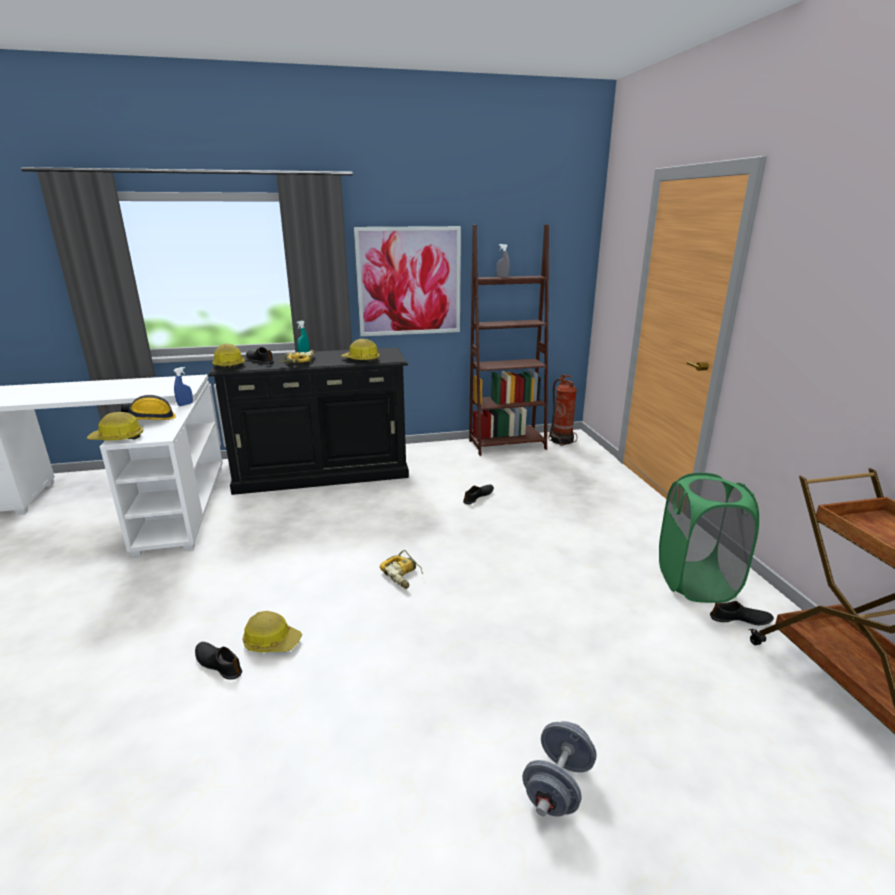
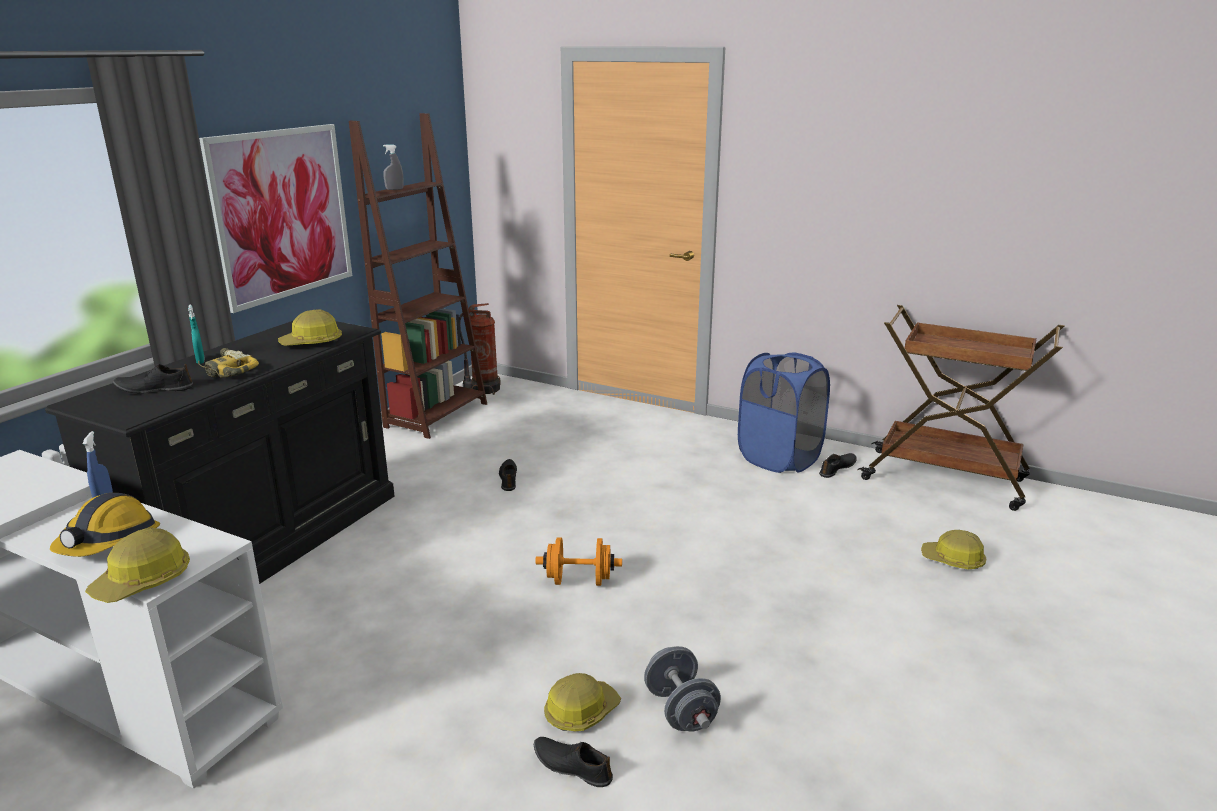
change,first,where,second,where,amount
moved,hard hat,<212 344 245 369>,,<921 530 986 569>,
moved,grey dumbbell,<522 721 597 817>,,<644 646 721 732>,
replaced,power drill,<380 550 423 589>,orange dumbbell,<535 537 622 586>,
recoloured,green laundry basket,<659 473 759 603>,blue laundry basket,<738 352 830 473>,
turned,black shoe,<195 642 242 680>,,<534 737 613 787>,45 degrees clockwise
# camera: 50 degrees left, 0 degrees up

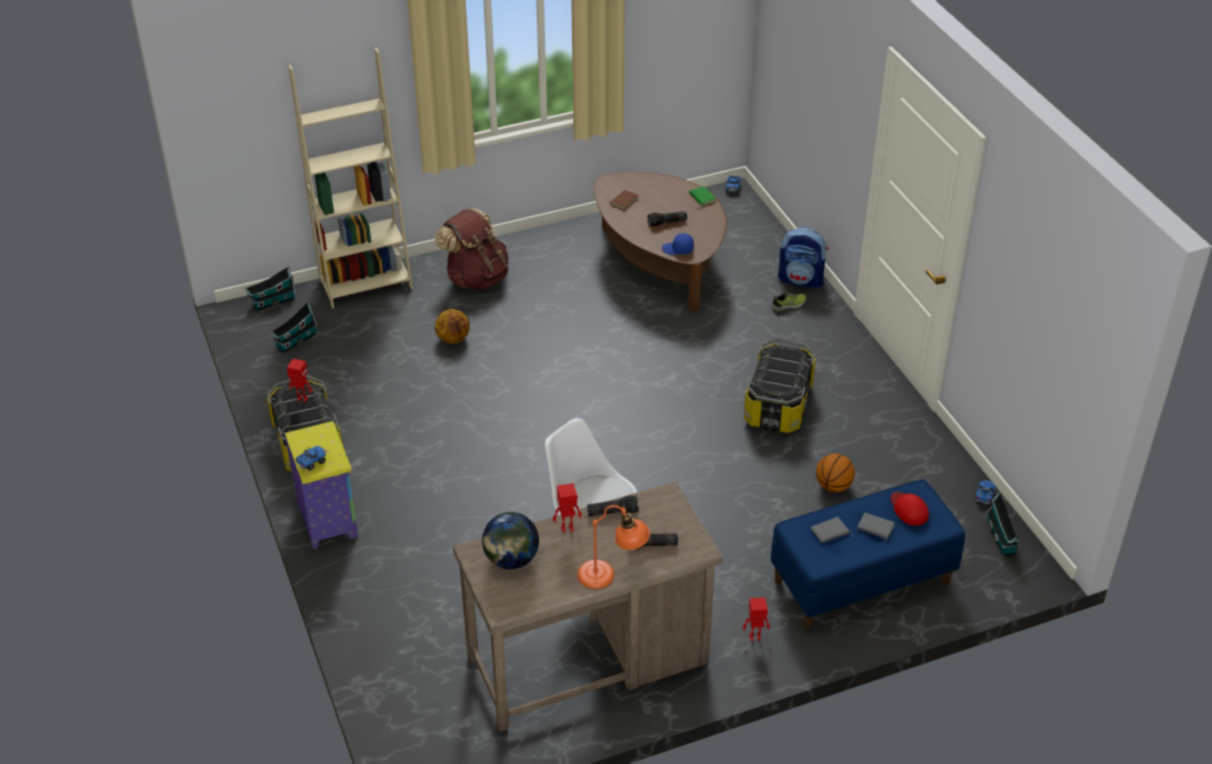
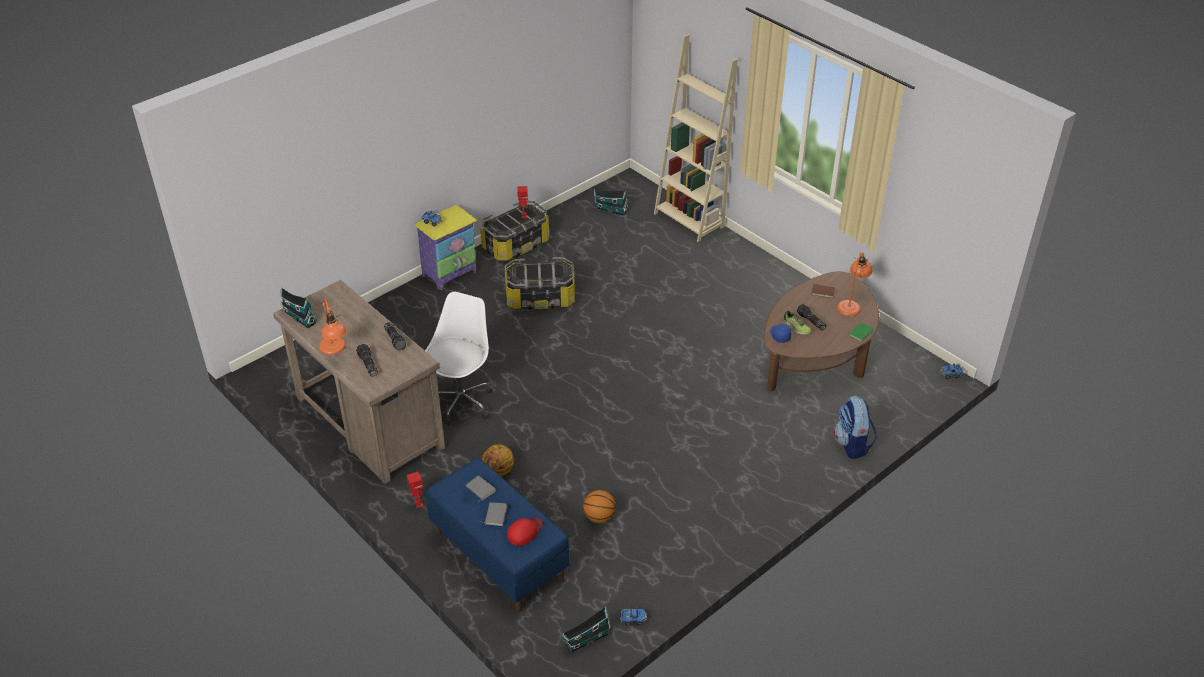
change,first,where,second,where,amount
removed,brown backpack,<434 208 509 289>,,,
removed,globe,<482 512 539 569>,,,
removed,toy robot,<552 483 582 533>,,,
added,,,orange table lamp,<837 252 873 316>,
moved,toy house,<245 267 295 311>,,<280 287 316 328>,
moved,basketball,<435 309 470 344>,,<482 445 514 476>,
moved,storage box,<744 339 816 433>,,<505 257 575 310>,
moved,shoe,<771 292 806 311>,,<782 311 811 335>,
# camera: 70 degrees right, 0 degrees up

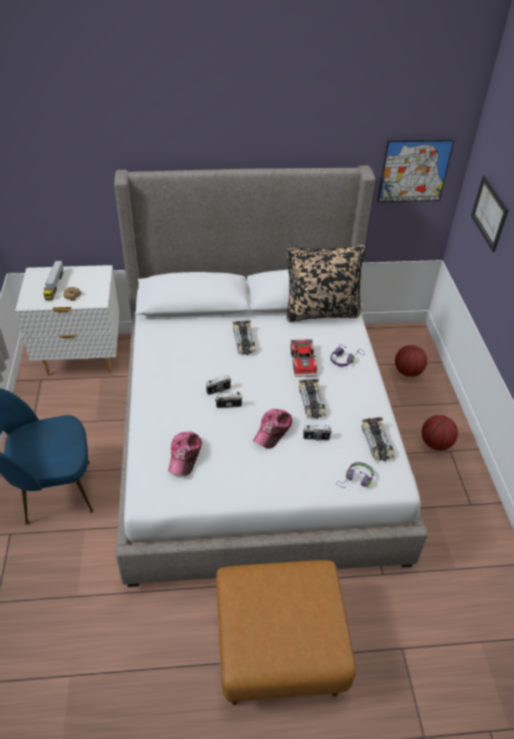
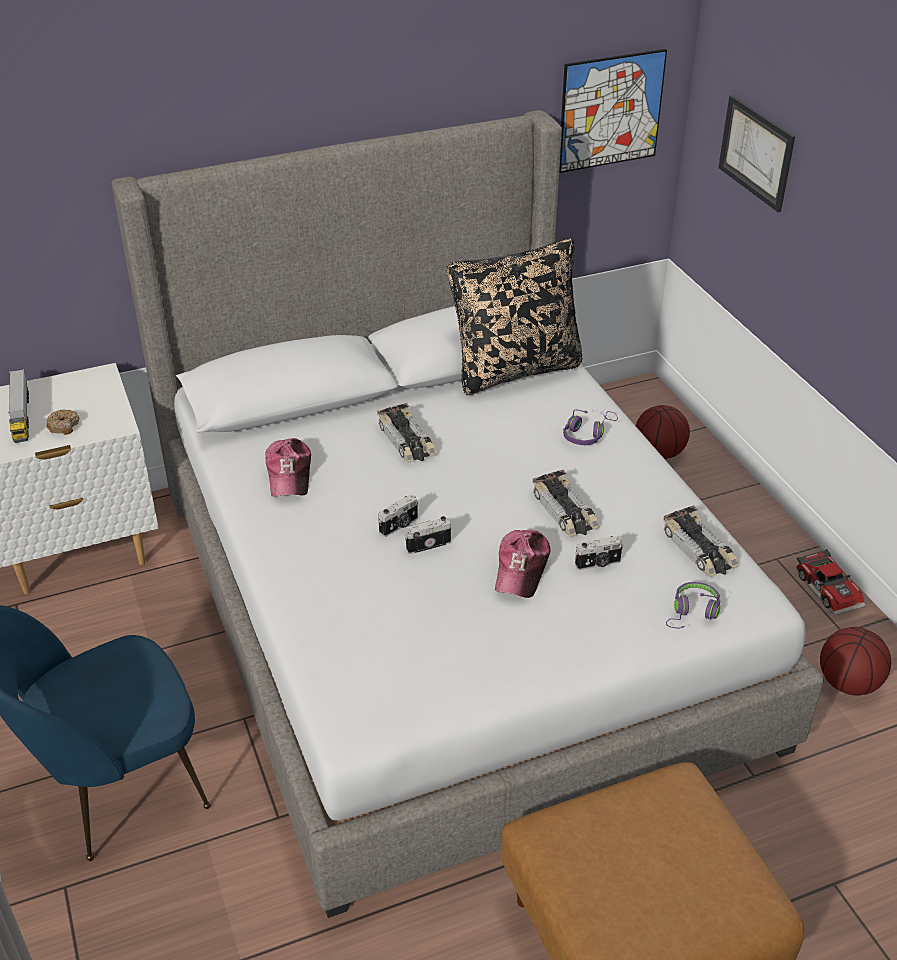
change,first,where,second,where,amount
moved,cap,<168 432 202 476>,,<265 438 311 497>,
moved,toy car,<290 339 317 377>,,<796 549 865 616>,
moved,basketball,<422 415 458 451>,,<820 627 891 696>,
# camera: 15 degrees left, 5 degrees down

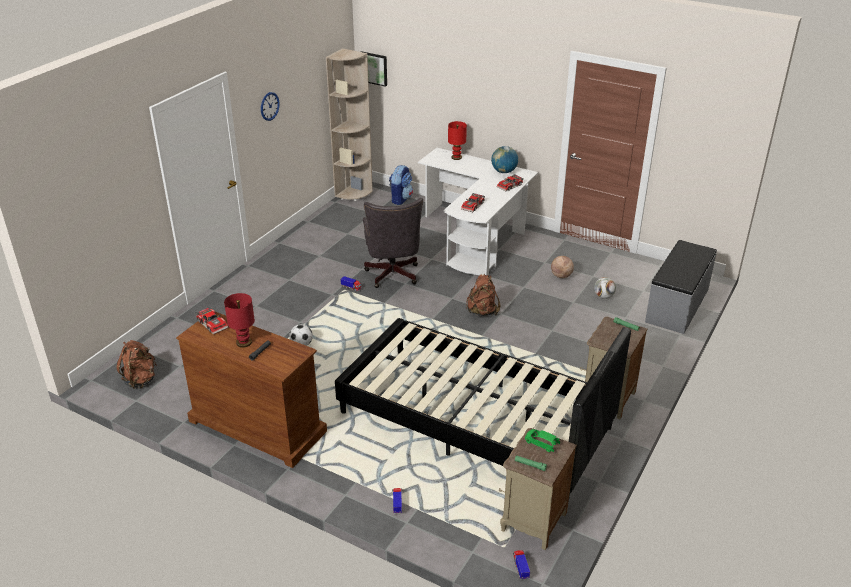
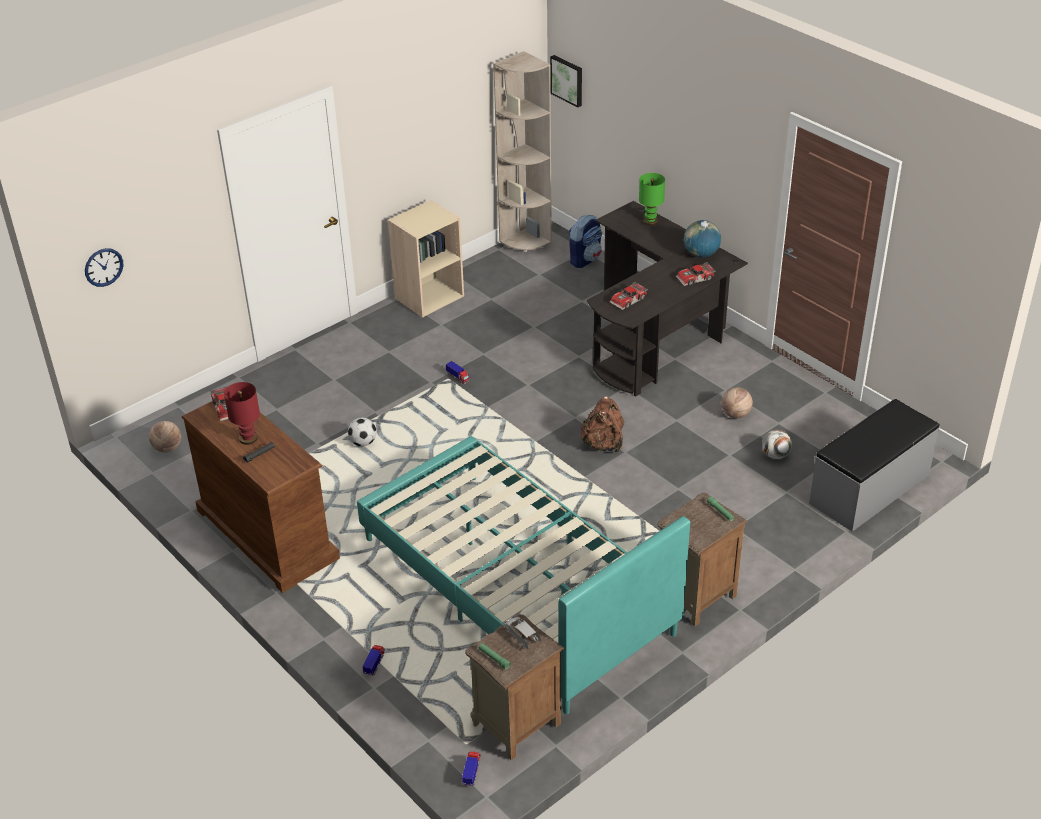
change,first,where,second,where,amount
removed,grey office chair,<363 198 423 288>,,,
added,,,beige bookcase,<388 200 464 318>,
moved,wall clock,<261 92 280 121>,,<85 248 123 287>,
replaced,brown backpack,<116 340 156 389>,basketball,<149 421 181 452>,
recoloured,black bed,<335 318 631 503>,turquoise bed,<357 436 690 714>,
recoloured,white desk,<418 148 538 276>,black desk,<587 201 748 397>,
recoloured,red table lamp,<448 121 467 160>,green table lamp,<639 173 665 225>,
recoloured,green toy car,<525 429 560 452>,grey toy car,<505 617 541 649>,
# camera: 20 degrees right, 5 degrees up

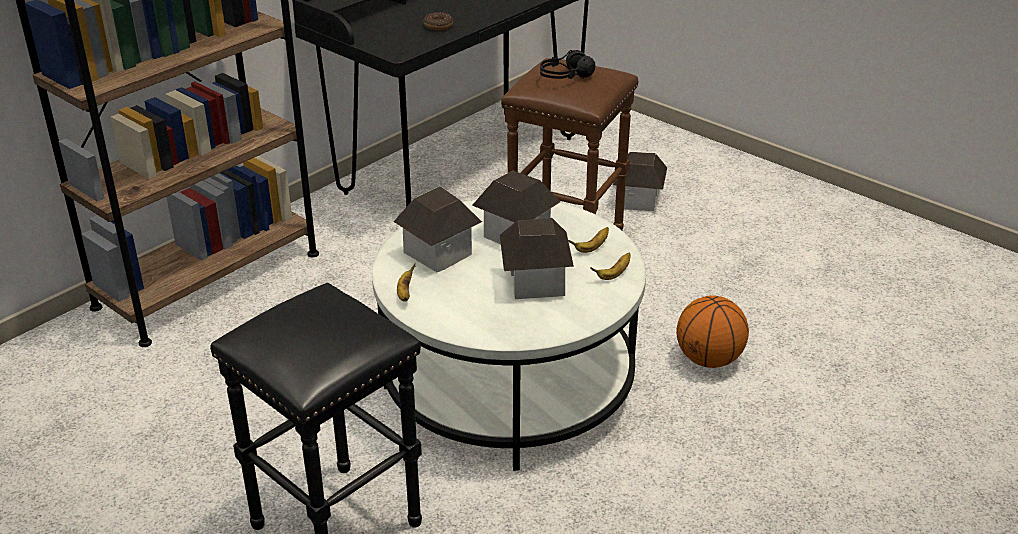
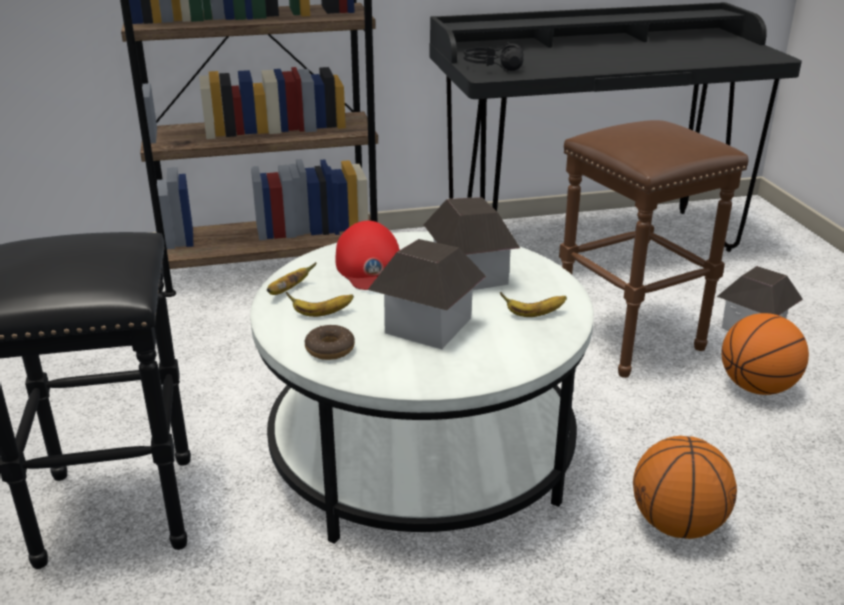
change,first,where,second,where,amount
added,,,basketball,<722 313 809 395>,
moved,donut,<424 12 453 31>,,<305 325 355 360>,
moved,black headphones,<540 50 596 79>,,<464 42 524 72>,
moved,banana,<590 253 631 280>,,<286 292 354 317>,
replaced,toy house,<393 186 482 272>,red cap,<335 221 400 290>,
# camera: 35 degrees right, 5 degrees down

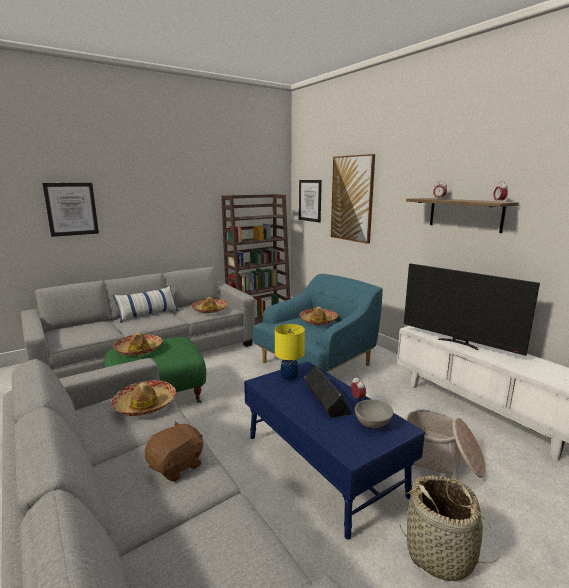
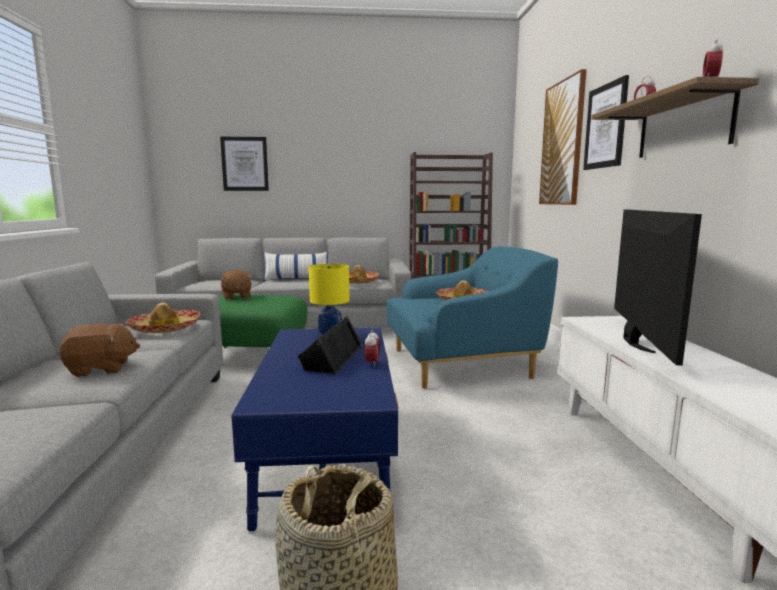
change,first,where,second,where,amount
removed,grey bowl,<355 399 393 428>,,,
removed,basket,<405 409 486 480>,,,
moved,picture,<299 180 322 223>,,<583 75 629 170>,
replaced,hat,<113 333 163 356>,brown plush toy,<220 270 253 300>,
turned,television,<404 263 540 356>,,<614 209 702 366>,150 degrees counterclockwise
# camera: 30 degrees right, 5 degrees down

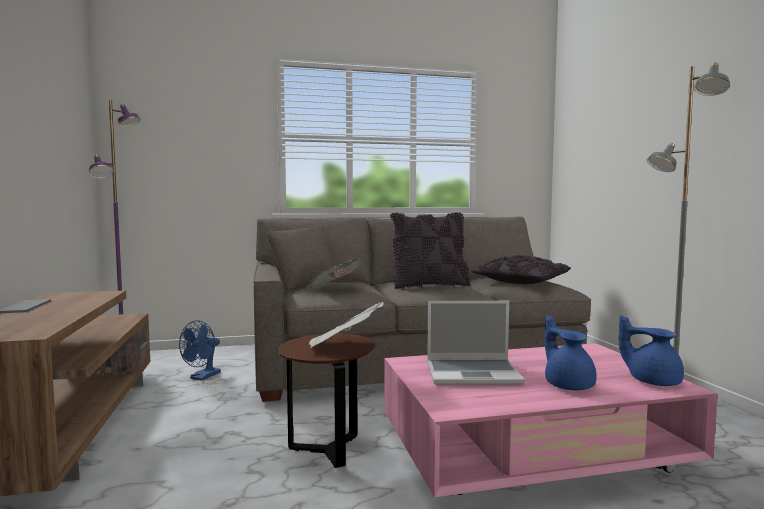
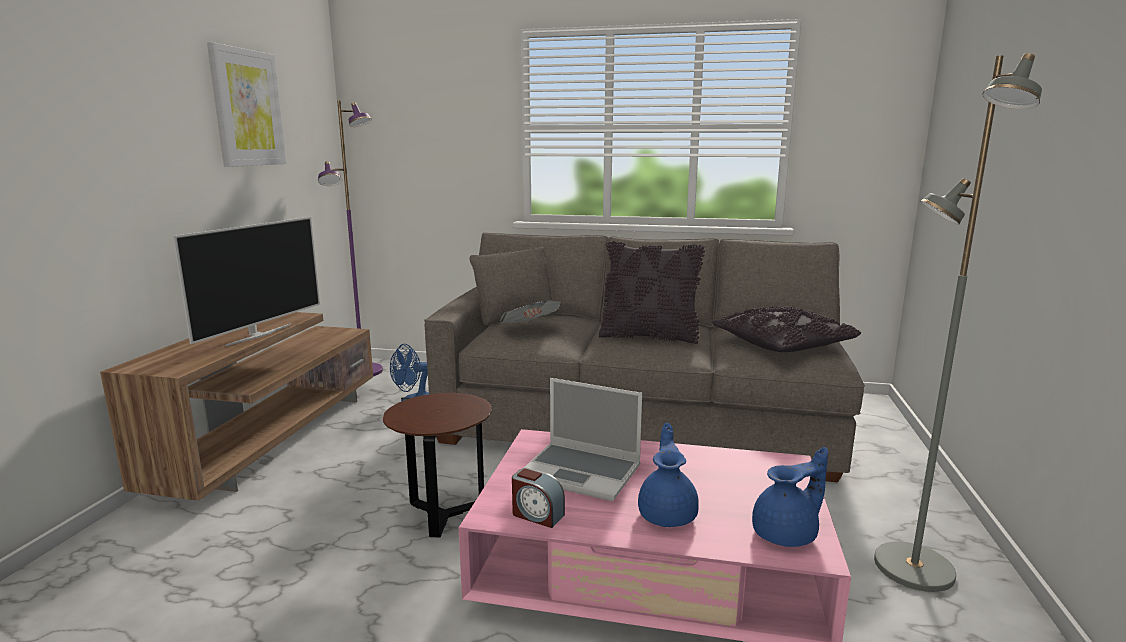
change,first,where,second,where,amount
removed,newspaper,<309 302 383 347>,,,
added,,,television,<173 217 320 346>,
added,,,picture,<207 42 286 167>,
added,,,alarm clock,<512 468 565 528>,
turned,blue teapot,<619 315 684 386>,,<752 447 828 547>,90 degrees clockwise
# camera: 25 degrees right, 10 degrees up

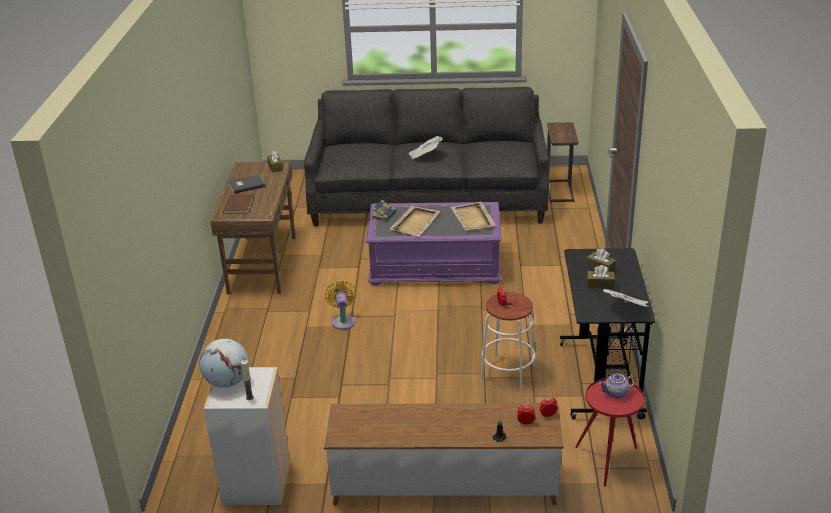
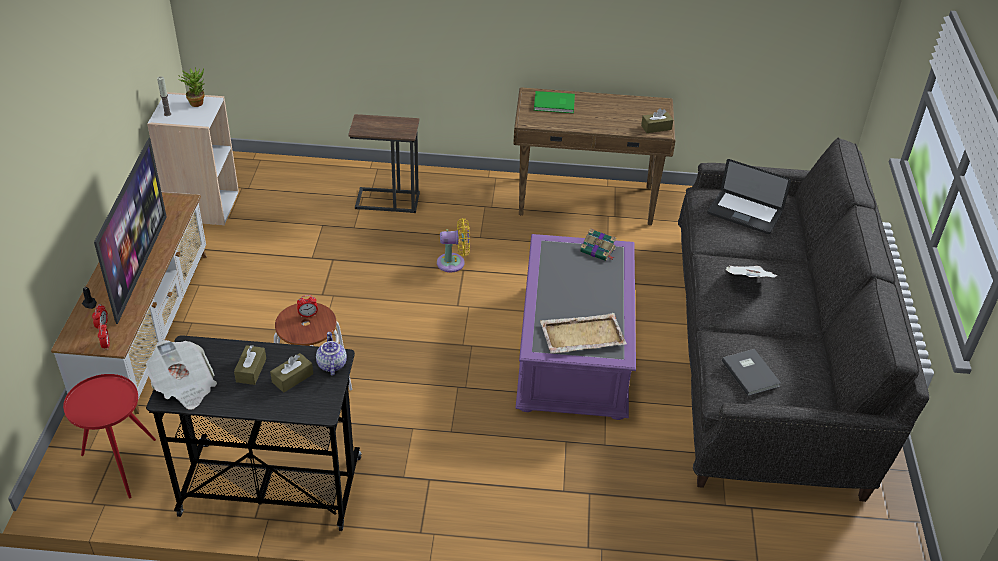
change,first,where,second,where,amount
removed,beige tray,<390 205 440 237>,,,
added,,,television,<94 138 167 324>,
added,,,laptop,<707 159 791 234>,
moved,grey book,<228 174 265 194>,,<722 349 781 396>,
moved,brown side table,<547 122 579 202>,,<348 114 420 213>,
moved,teapot,<599 374 636 398>,,<316 332 347 376>,
replaced,globe,<199 339 249 388>,potted plant,<178 67 205 107>,
recoloured,brown book,<223 194 254 214>,green book,<534 91 575 113>,
# camera: 90 degrees right, 10 degrees up

